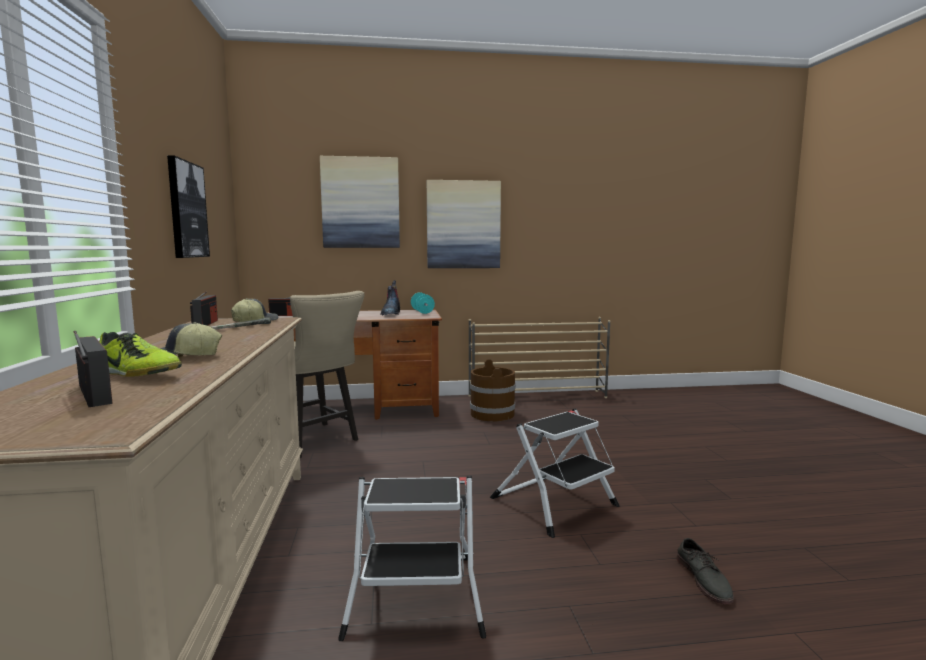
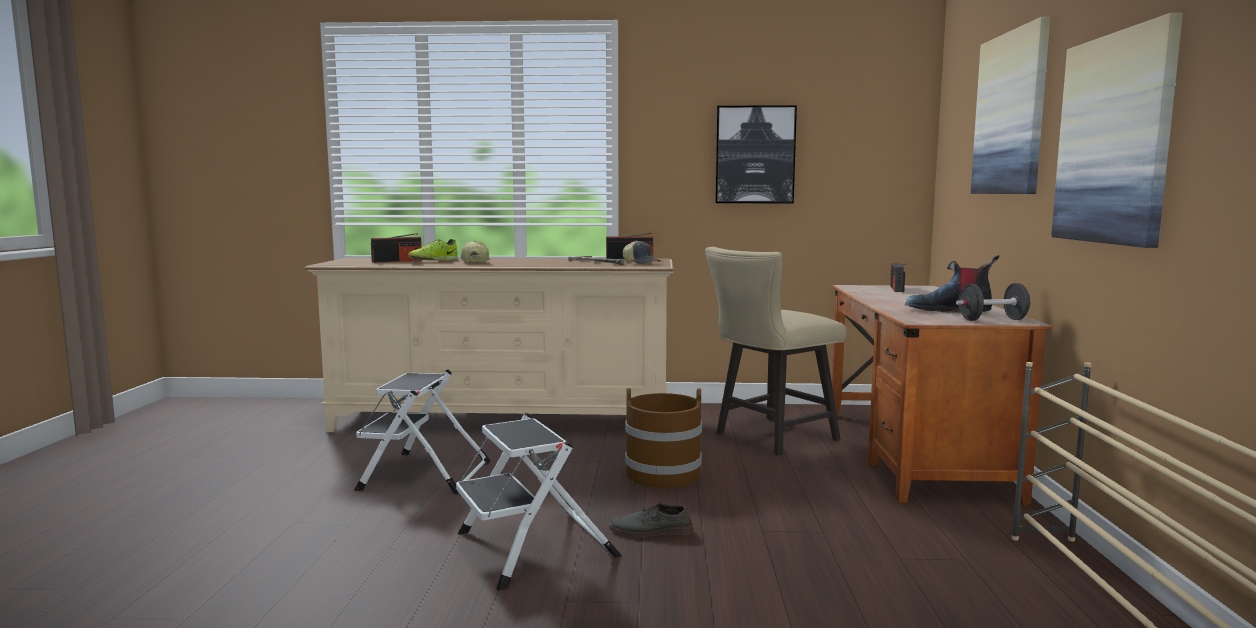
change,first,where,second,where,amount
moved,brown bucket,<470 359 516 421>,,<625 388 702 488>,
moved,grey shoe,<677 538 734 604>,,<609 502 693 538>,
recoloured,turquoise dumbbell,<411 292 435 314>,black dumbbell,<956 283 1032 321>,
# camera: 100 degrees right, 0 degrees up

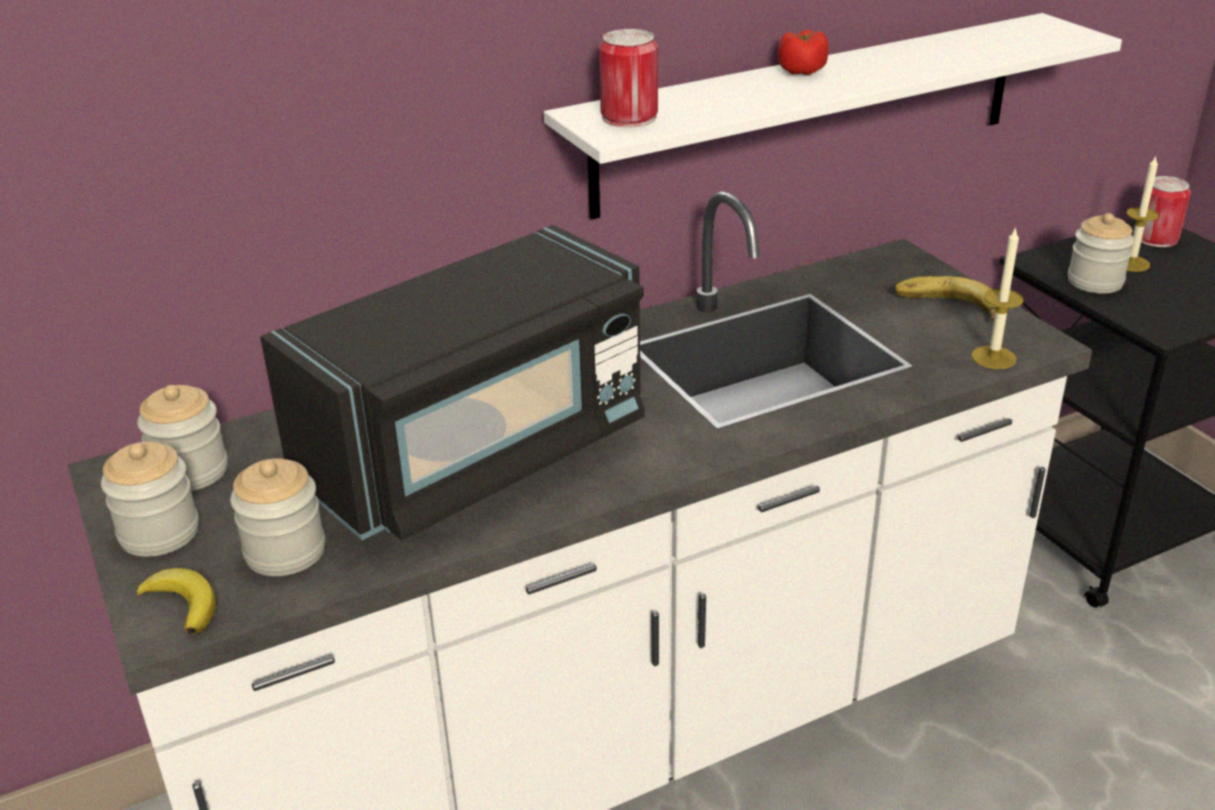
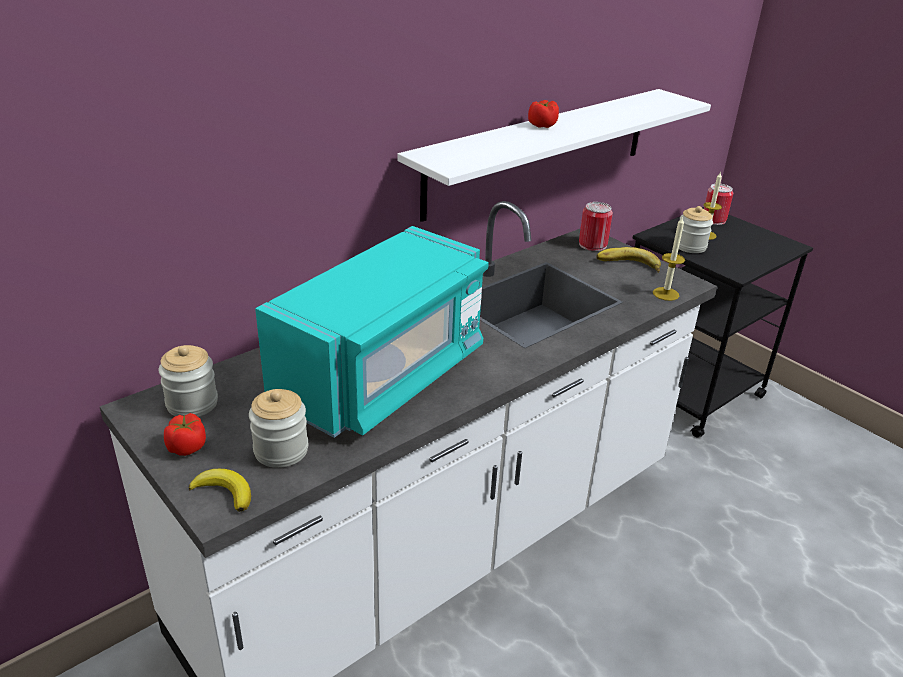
change,first,where,second,where,amount
moved,can,<599 29 658 127>,,<579 202 613 251>,
replaced,jar,<101 442 199 557>,tomato,<164 413 206 456>,
recoloured,black microwave,<260 225 645 541>,turquoise microwave,<255 226 489 438>,
# camera: 15 degrees left, 0 degrees up

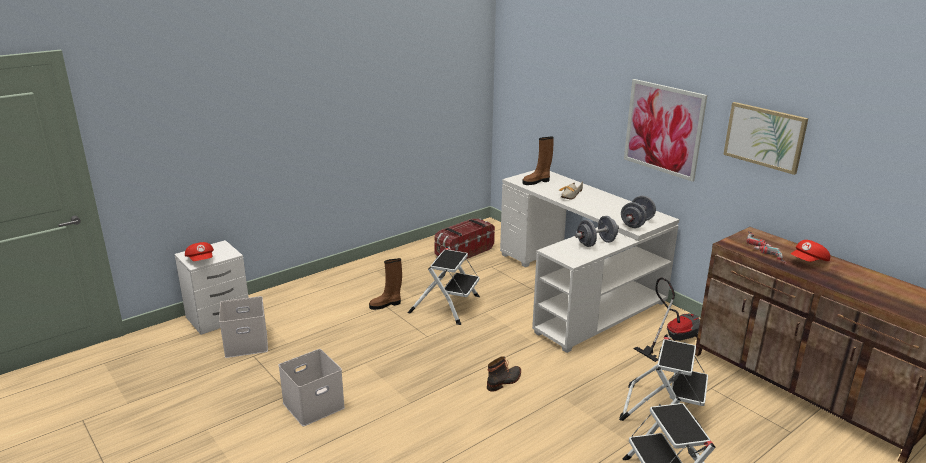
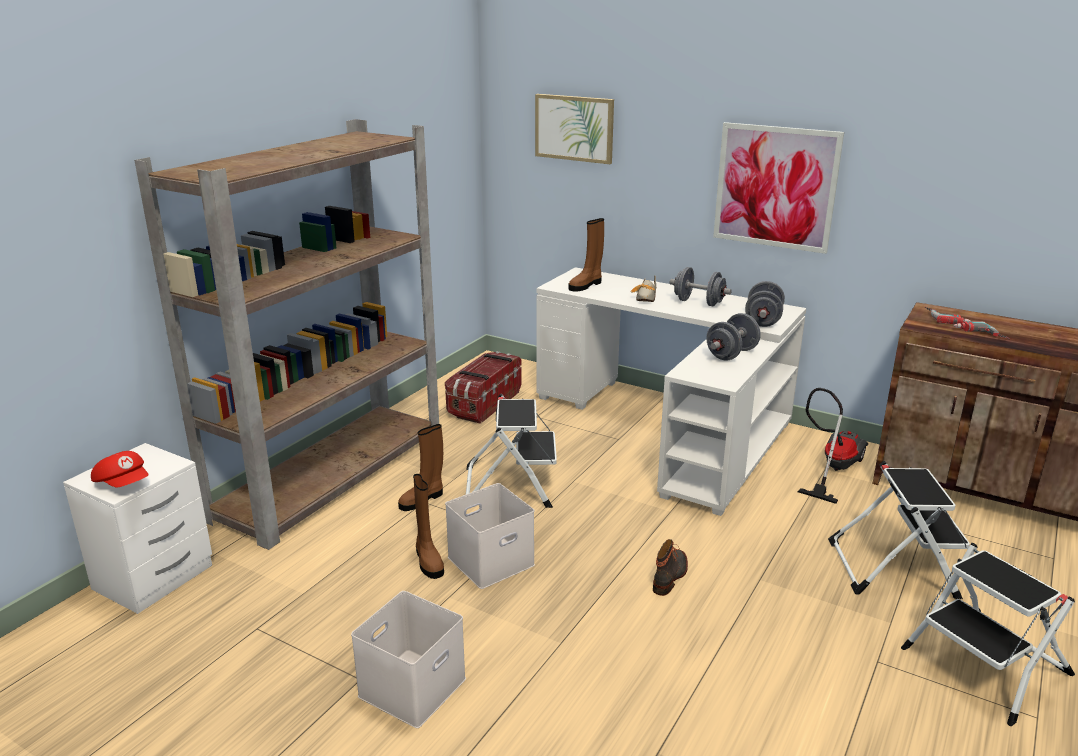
change,first,where,second,where,amount
removed,red cap,<791 240 830 262>,,,
added,,,brown bookcase,<134 119 439 550>,
added,,,brown boot,<413 474 444 579>,
added,,,grey dumbbell,<670 267 732 306>,
moved,white storage box,<219 296 268 358>,,<445 483 535 589>,
moved,picture,<723 102 808 175>,,<535 94 614 164>,
# camera: 20 degrees left, 0 degrees up

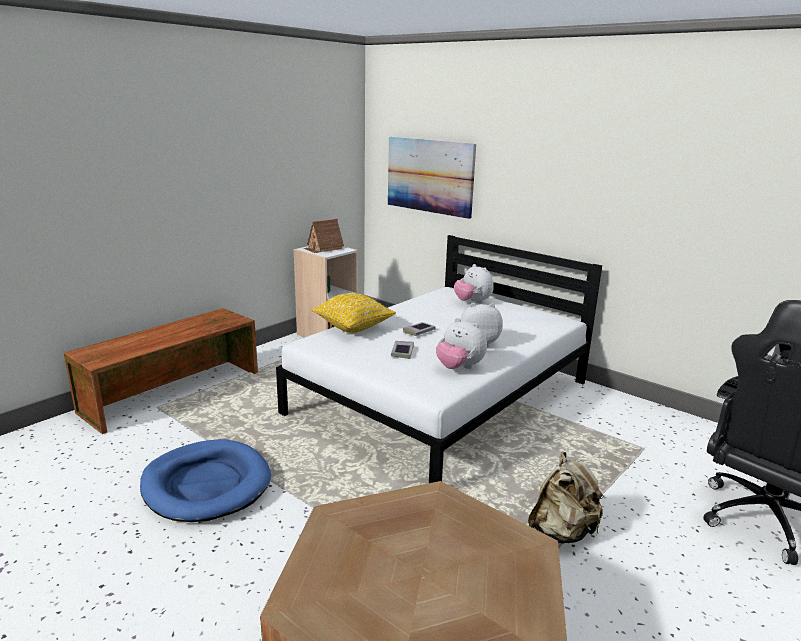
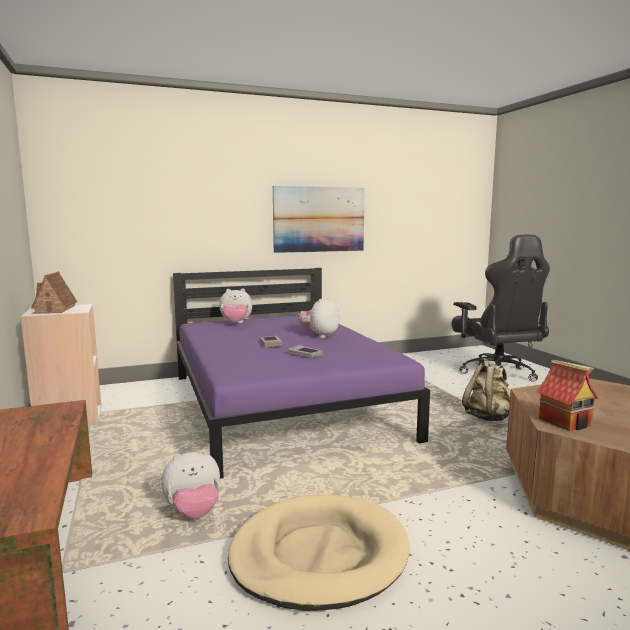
change,first,where,second,where,amount
removed,yellow pillow,<311 293 396 333>,,,
added,,,toy house,<537 360 598 431>,
moved,picture,<388 137 476 219>,,<273 186 365 253>,
moved,plush toy,<436 318 487 369>,,<161 449 220 519>,
recoloured,blue dog bed,<140 439 271 522>,beige dog bed,<228 494 409 611>,
recoloured,white bed,<276 235 602 483>,purple bed,<173 268 430 479>,
# camera: 60 degrees left, 10 degrees down

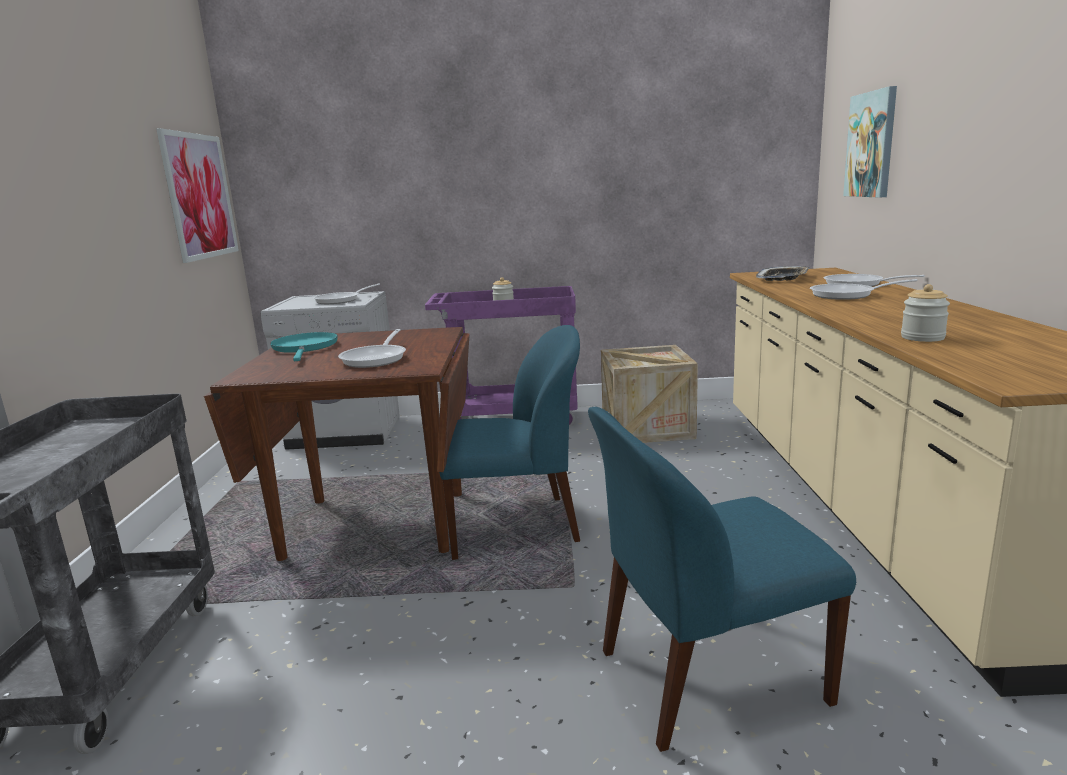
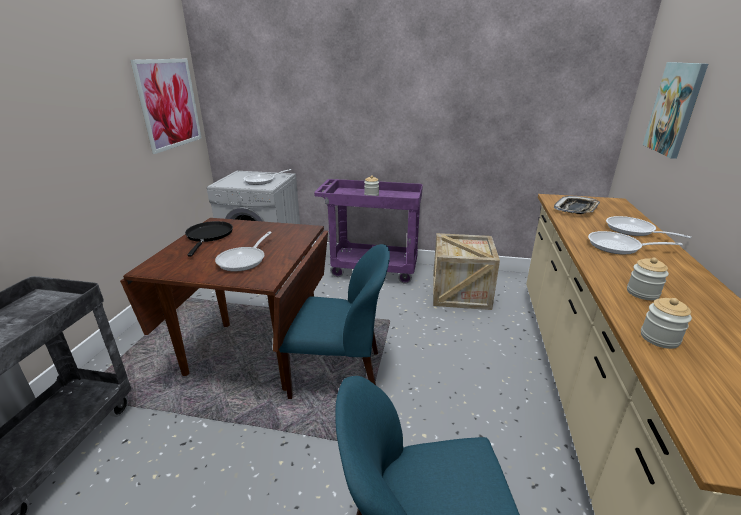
change,first,where,second,where,amount
added,,,jar,<627 258 669 300>,
recoloured,turquoise frying pan,<270 332 338 361>,black frying pan,<185 221 233 257>,
# camera: 10 degrees right, 10 degrees up

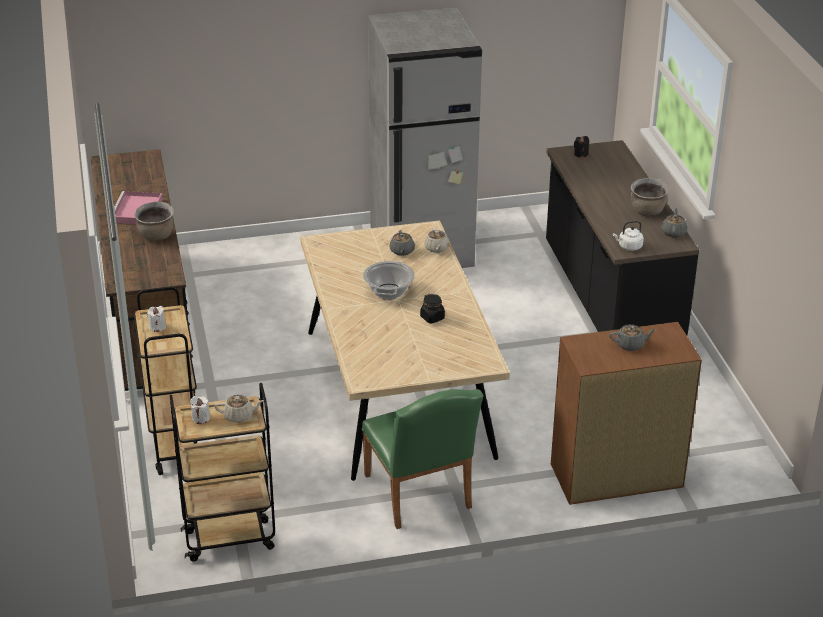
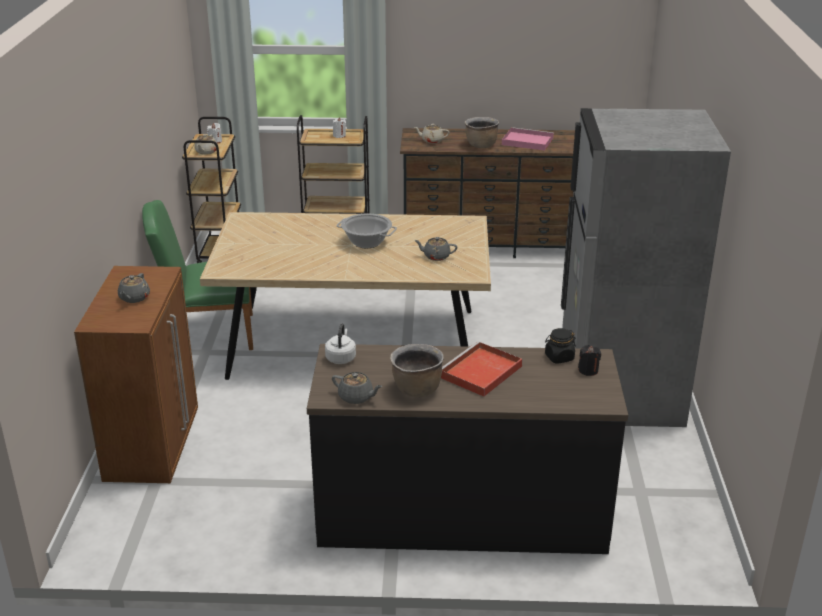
change,first,where,second,where,amount
added,,,red tray,<441 341 523 397>,
moved,black jar,<420 294 445 324>,,<545 328 576 364>,
moved,beige teapot,<424 227 450 253>,,<414 124 450 143>,
# camera: 105 degrees right, 5 degrees down

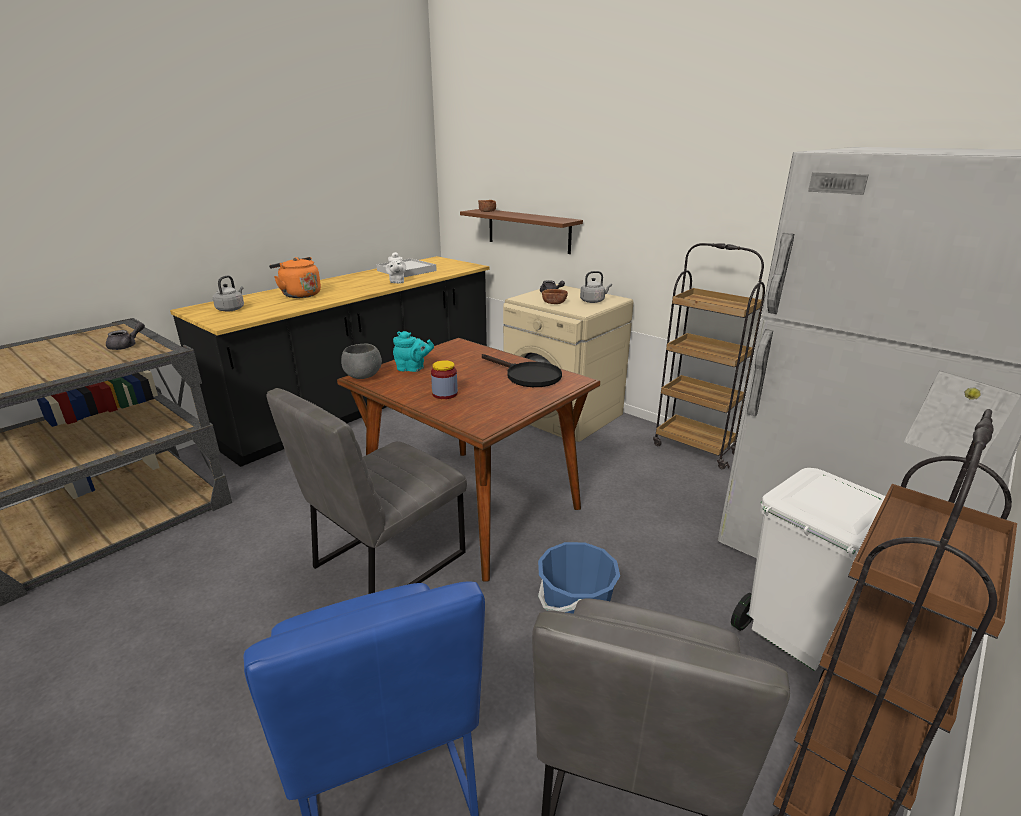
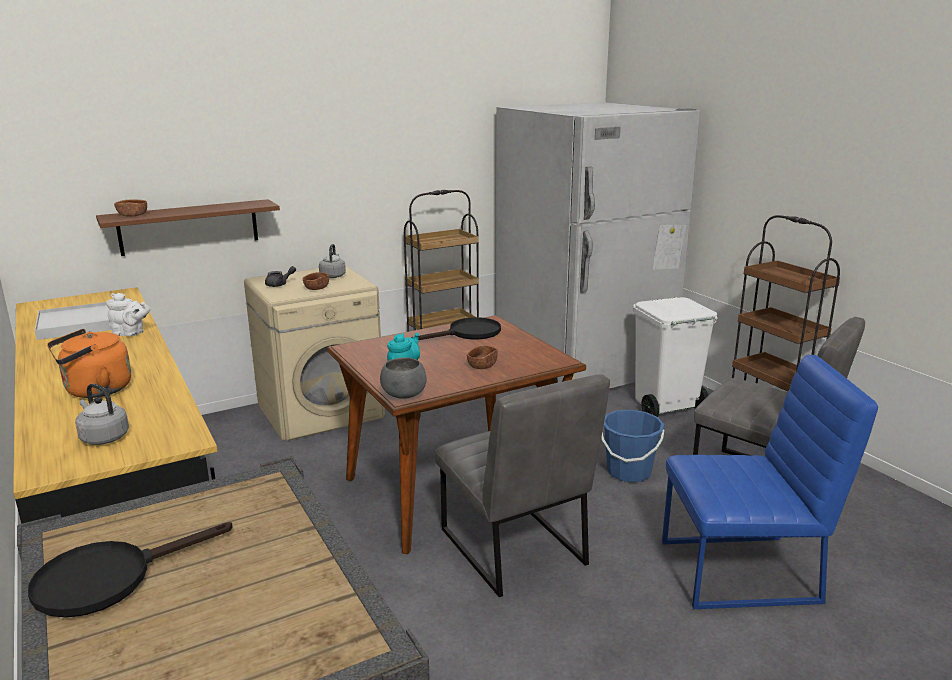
change,first,where,second,where,amount
removed,grey teapot,<106 322 145 350>,,,
added,,,black frying pan,<28 522 233 618>,
replaced,jar,<431 360 458 399>,brown bowl,<467 345 498 369>,
# camera: 70 degrees left, 5 degrees down

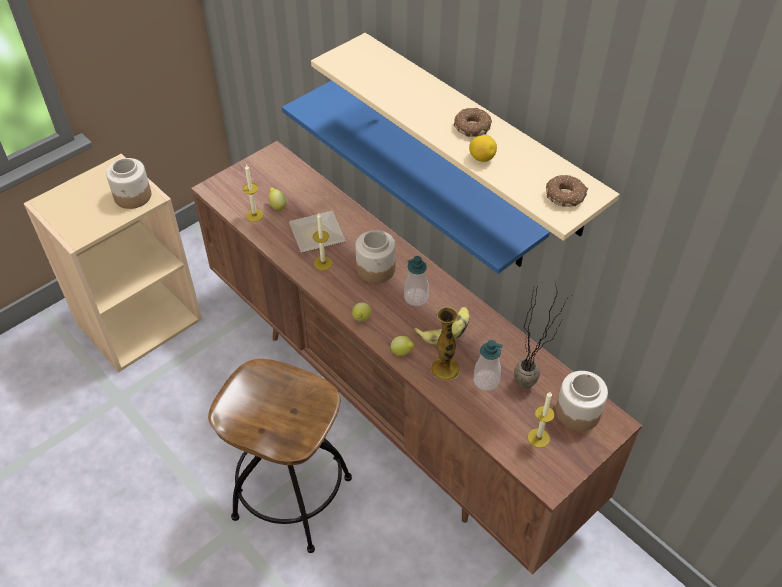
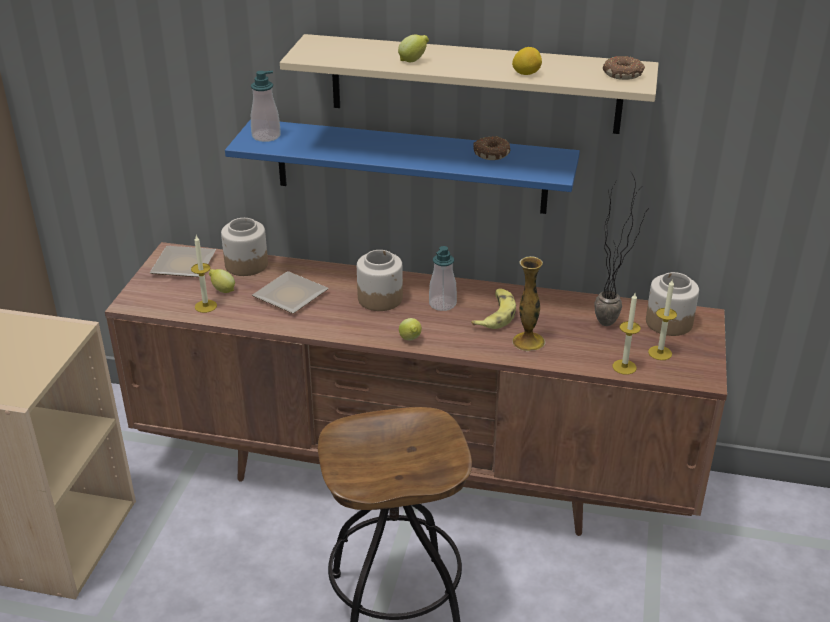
change,first,where,second,where,amount
added,,,plate,<150 246 216 277>,
moved,jar,<106 158 151 209>,,<221 218 268 276>,
moved,candle,<313 213 333 270>,,<612 293 641 375>,
moved,lemon,<391 336 415 356>,,<398 34 429 62>,
moved,donut,<454 108 492 137>,,<474 136 510 160>,
moved,soap dispenser,<473 340 503 391>,,<251 71 281 142>,
# camera: 35 degrees left, 15 degrees down

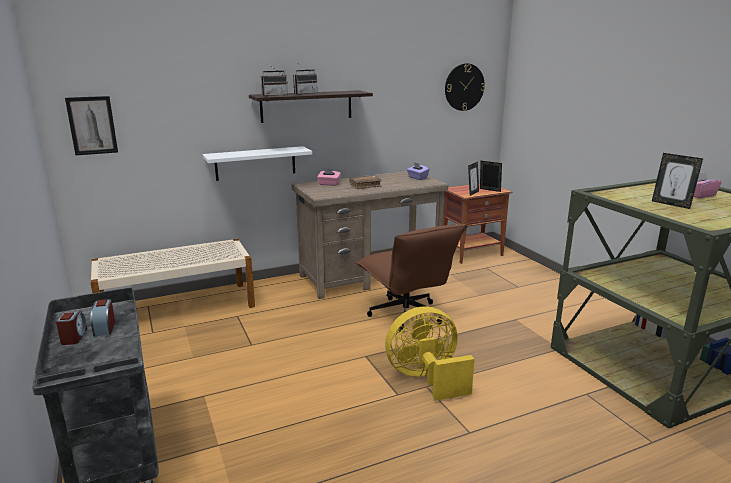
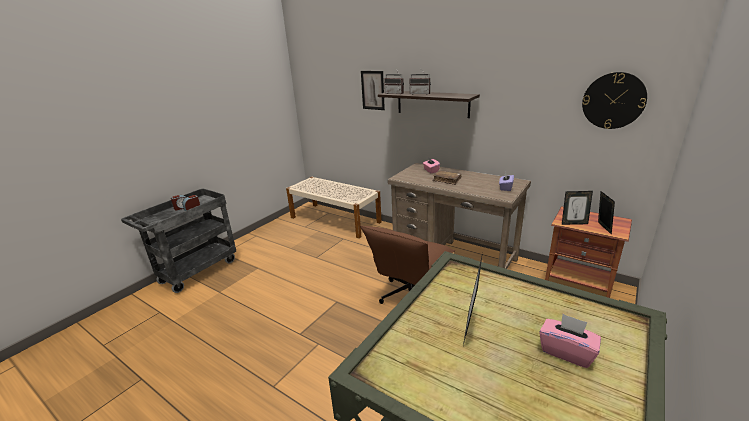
change,first,where,second,where,amount
removed,white shelf,<203 146 312 181>,,,
removed,yellow fan,<385 306 475 401>,,,
moved,picture,<65 96 118 156>,,<361 71 385 110>,
# camera: 60 degrees right, 5 degrees up

